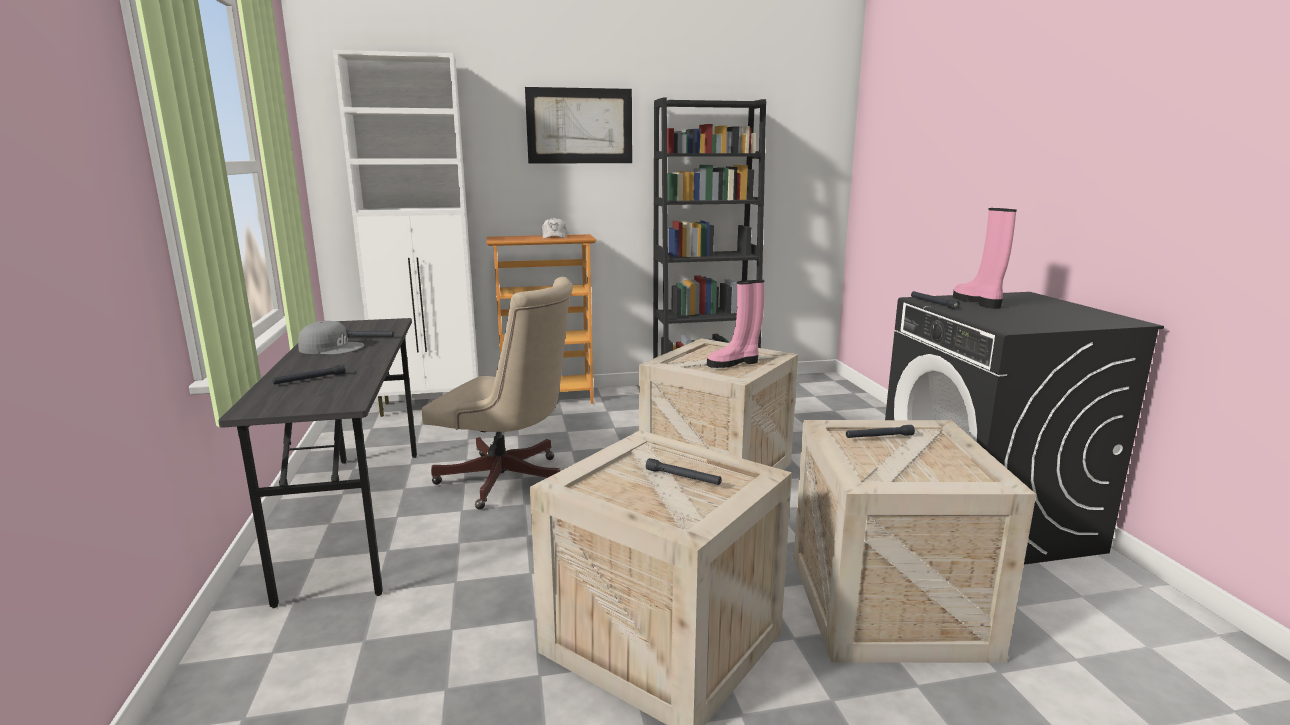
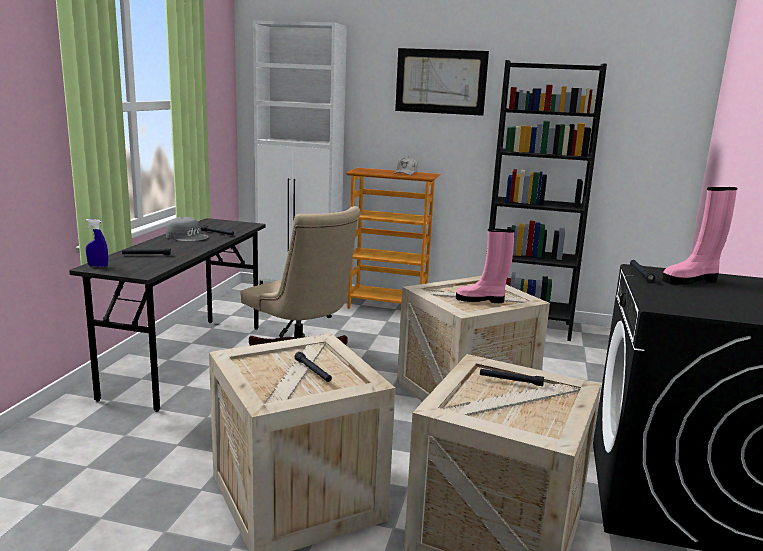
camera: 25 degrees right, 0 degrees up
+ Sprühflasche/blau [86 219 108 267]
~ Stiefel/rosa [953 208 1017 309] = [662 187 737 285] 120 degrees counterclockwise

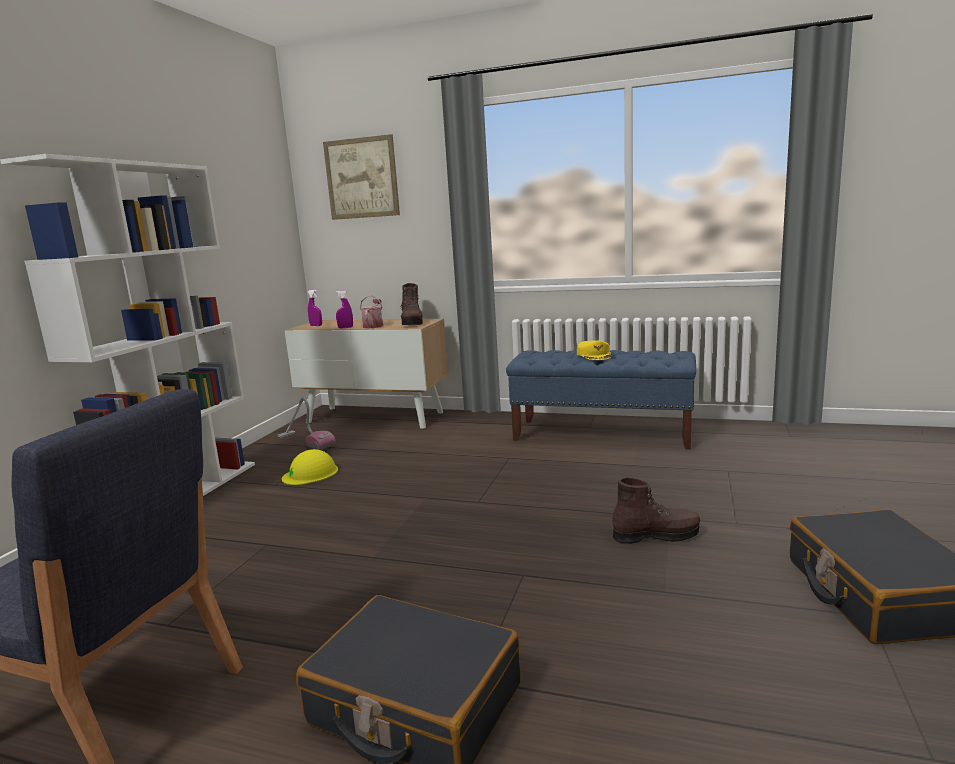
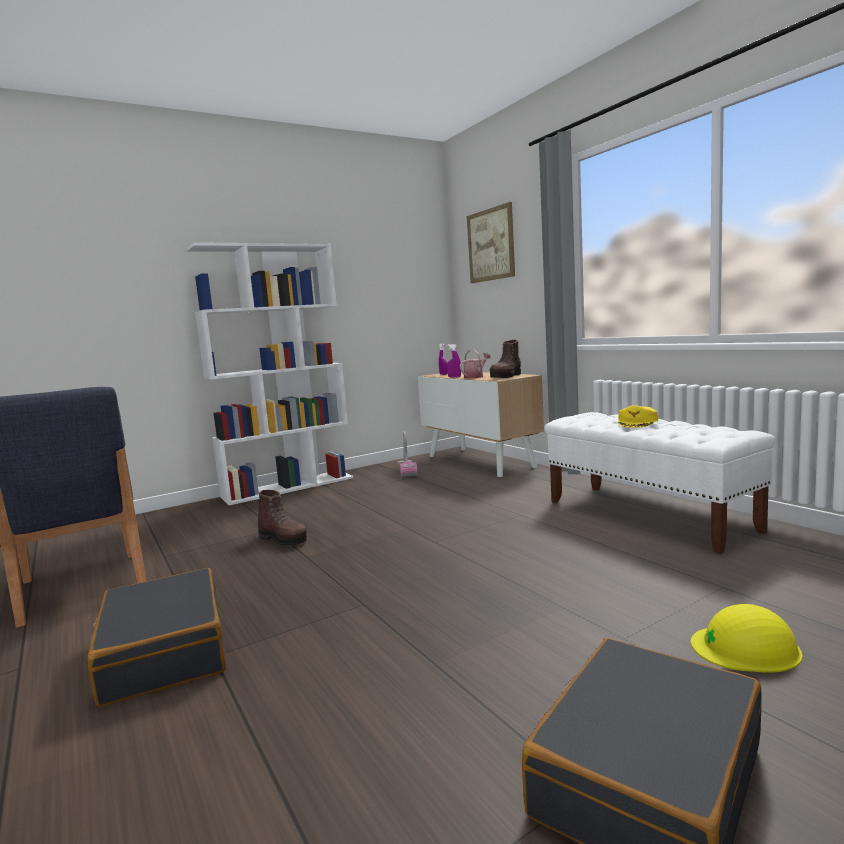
camera: 40 degrees right, 5 degrees down
~ Schutzhelm/gelb [282 449 338 485] to [691 604 803 673]
~ Stiefel/braun [612 478 700 544] to [258 490 307 545]
~ Bank/blau [506 350 696 450] to Bank/weiß [545 412 776 554]

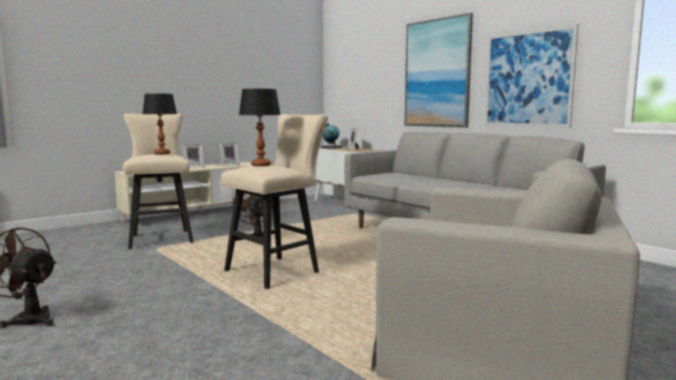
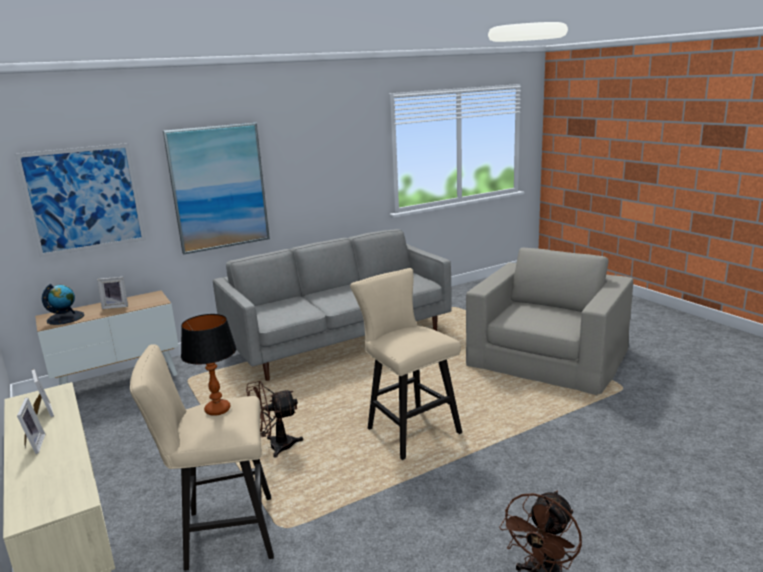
camera: 80 degrees left, 10 degrees up
- Tischlampe [239 89 281 166]
~ Bild [484 24 579 128] to [15 143 146 257]

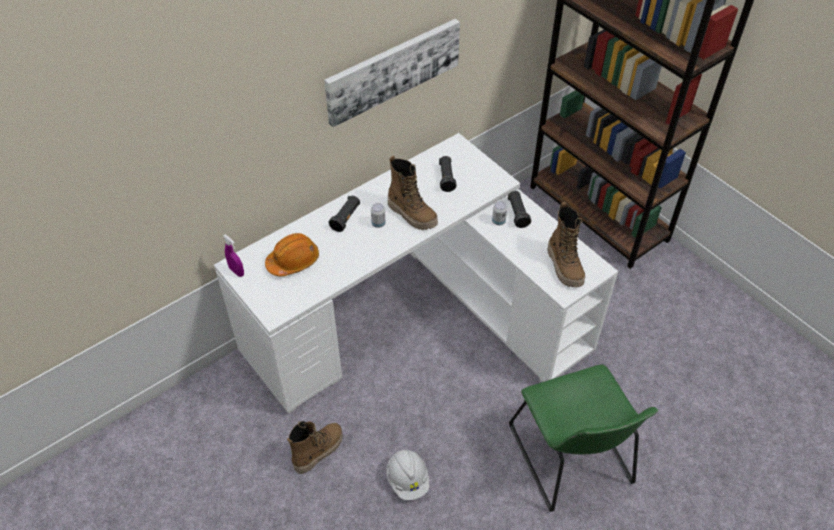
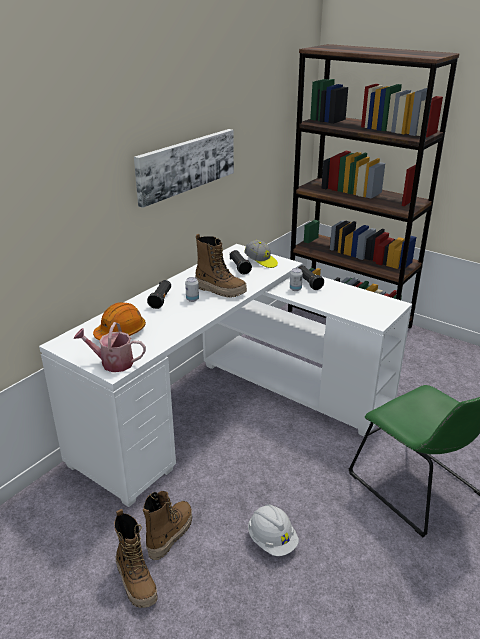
camera: 15 degrees left, 20 degrees down
- Sprühflasche/lila [223 235 244 277]
+ Gießkanne [73 322 146 372]
+ Kappe [244 240 278 268]
~ Stiefel [547 202 585 288] to [114 509 158 608]

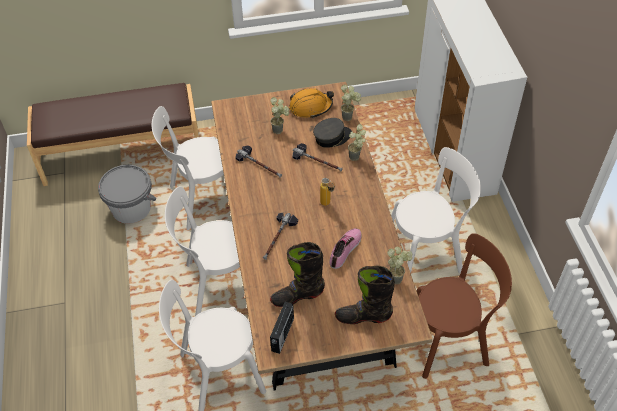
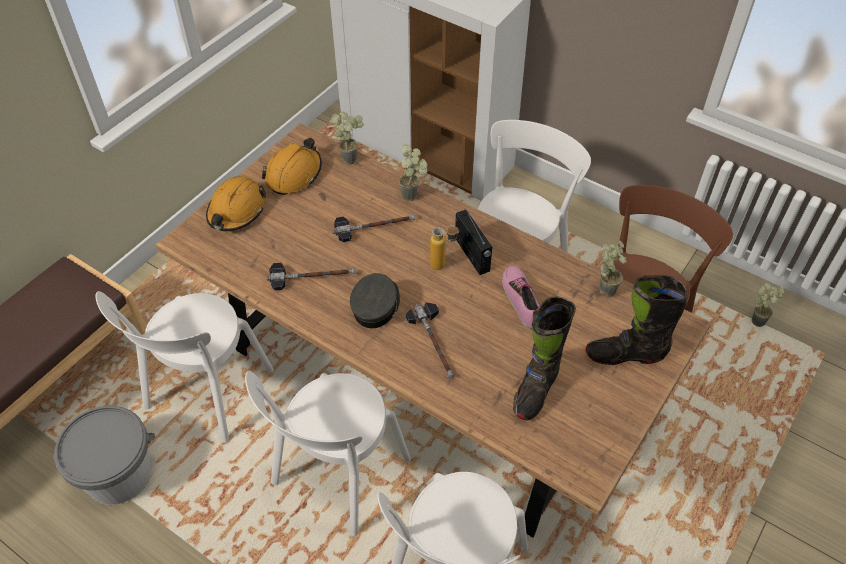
camera: 45 degrees left, 0 degrees up
+ Schutzhelm/orange [206 176 266 231]
~ Topfpflanze [270 97 289 134] to [752 283 784 327]
~ Radio [270 302 294 354] to [455 208 492 275]
~ Kappe/grau [313 118 352 148] to [350 273 400 328]
~ Stiefel/schwarz [335 266 395 324] = [586 275 687 365] 45 degrees clockwise

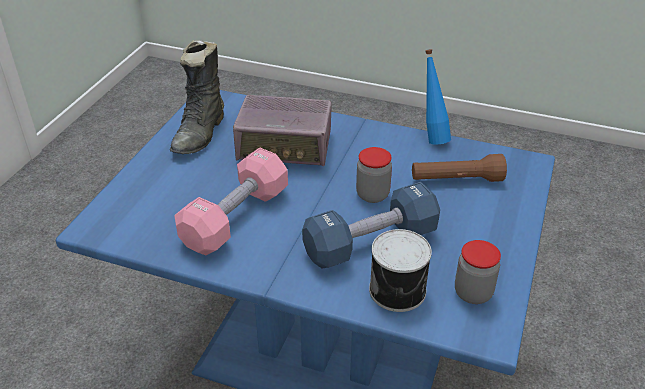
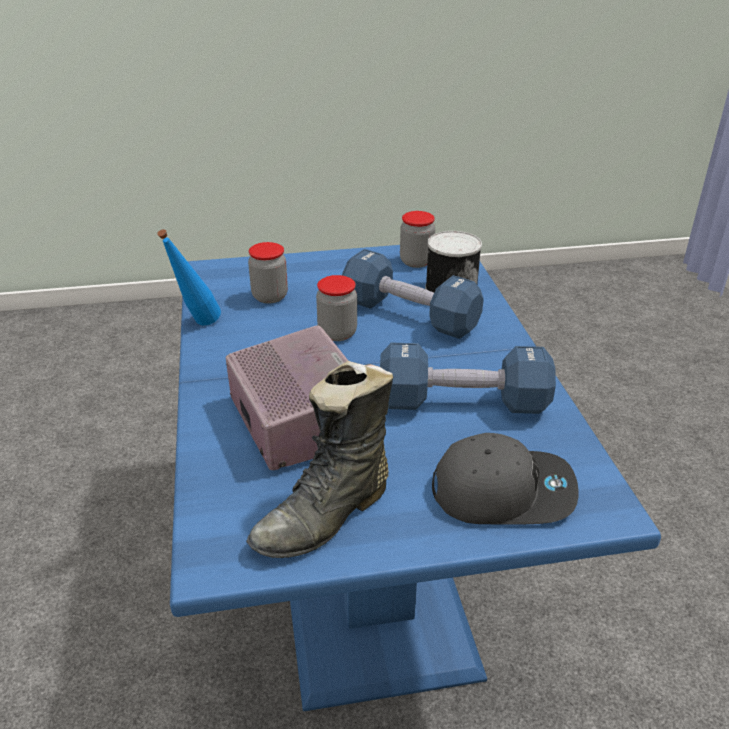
camera: 120 degrees left, 5 degrees down
+ Kappe/grau [432 433 579 525]
~ Taschenlampe/braun [412 154 507 182] to Vorratsglas [248 242 288 304]
~ Hantel/rosa [174 148 288 255] to Hantel/blau [380 343 556 414]
~ Stiefel/schwarz [170 40 224 154] = [246 361 393 558] 150 degrees clockwise

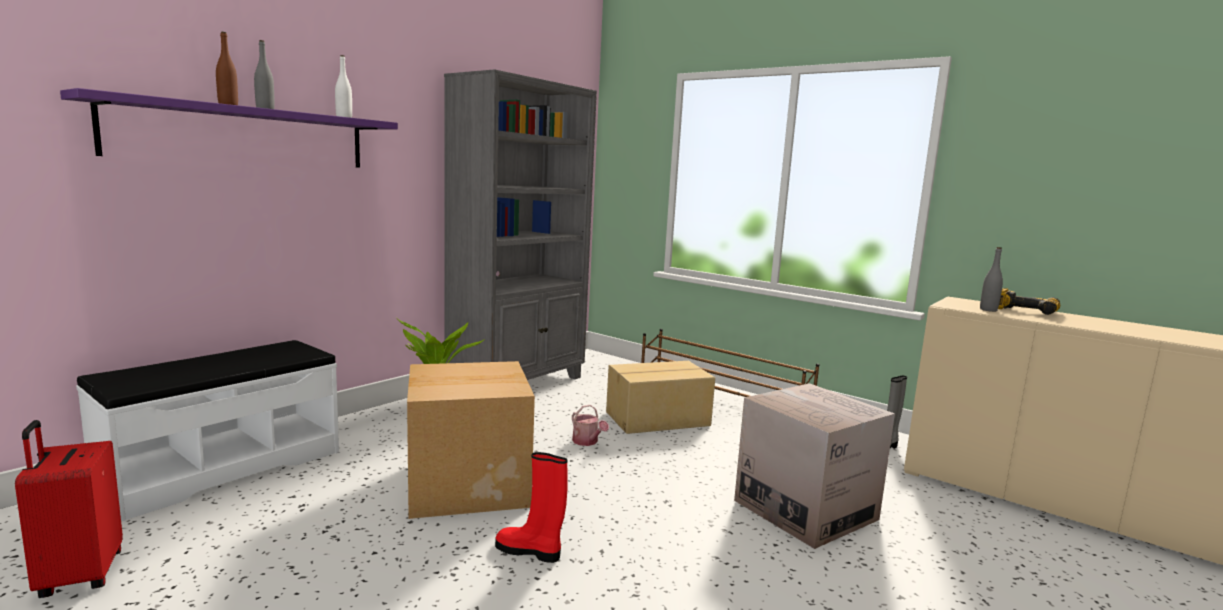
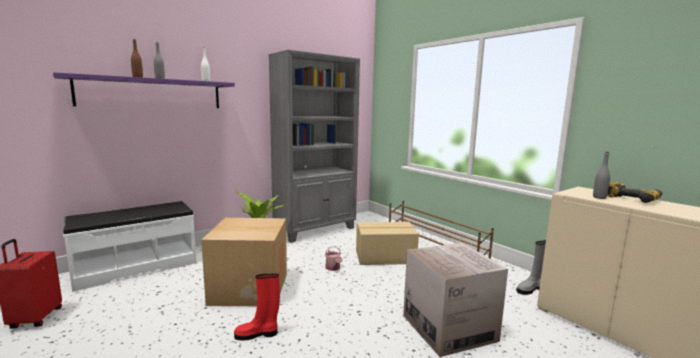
camera: 15 degrees right, 0 degrees up
~ Stiefel/rot [495 452 568 563] = [234 274 280 341] 45 degrees counterclockwise

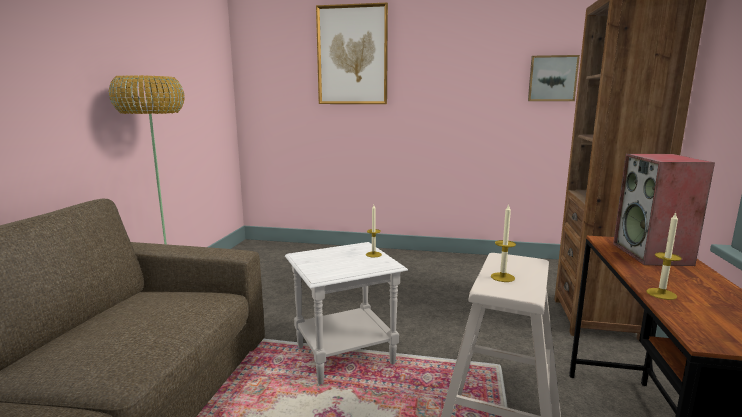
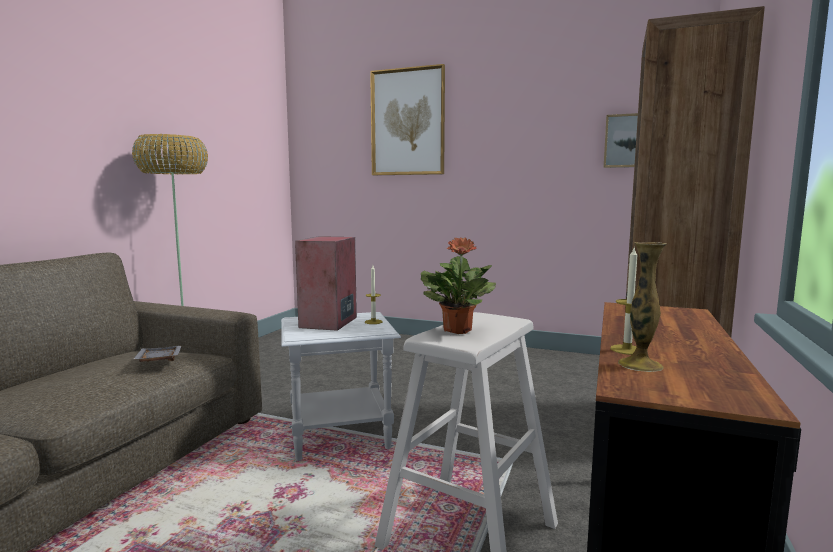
camera: 10 degrees right, 5 degrees down
+ Tablett/grau [133 346 181 362]
+ Vase [618 242 667 372]
~ Lautsprecher [613 154 715 266] to [295 236 357 331]
~ Kerze [491 204 516 282] to Topfpflanze [421 237 496 334]

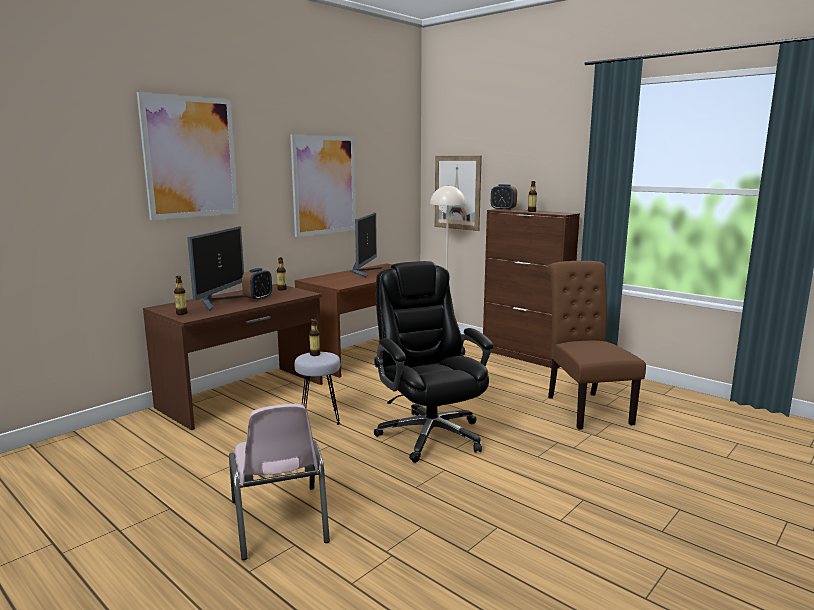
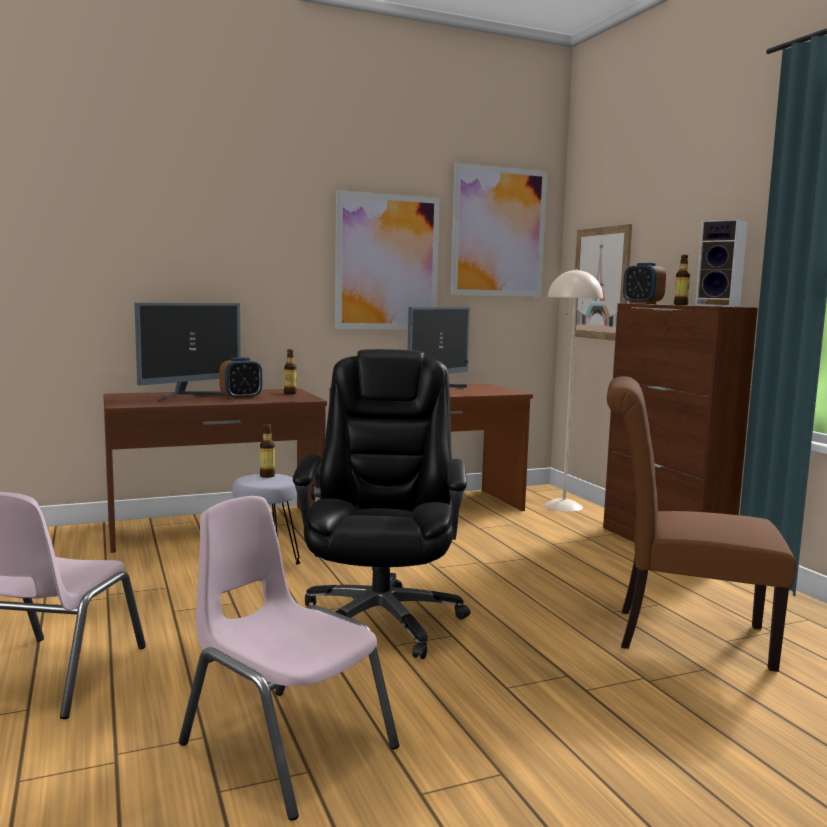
camera: 25 degrees right, 5 degrees down
- Flasche [174 276 187 315]
+ Stuhl/rosa [179 496 399 821]
+ Lautsprecher [695 219 748 307]
~ Bild [137 92 238 220] to [450 163 547 297]
~ Stuhl/braun [547 261 646 430] = [607 376 796 672] 90 degrees counterclockwise

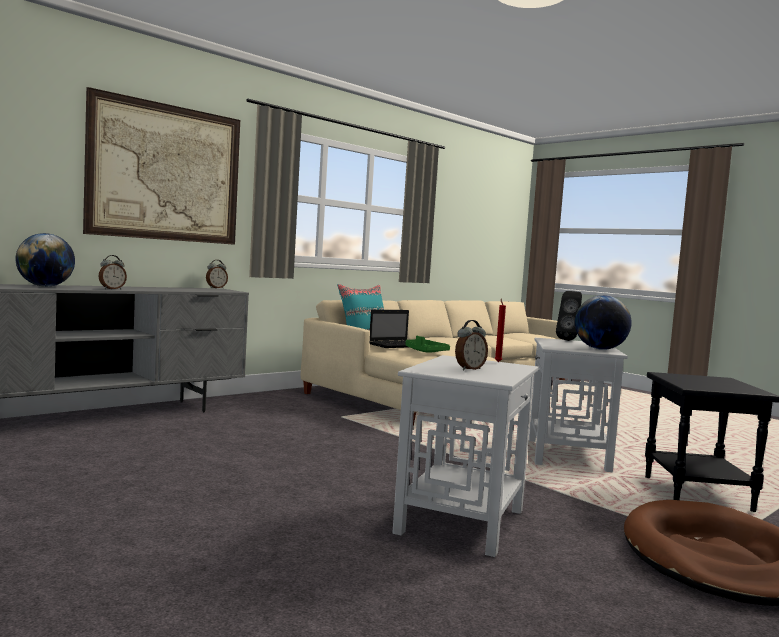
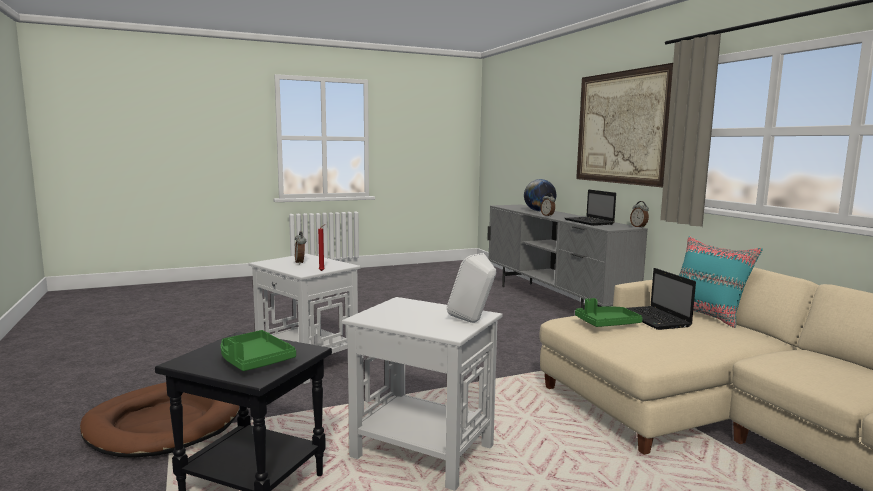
camera: 110 degrees right, 5 degrees up
- Globus [575 295 632 350]
+ Tablett/grün [221 330 296 371]
+ Laptop [565 189 616 226]
~ Lautsprecher/schwarz [556 291 582 341] to Lautsprecher/weiß [447 253 496 323]

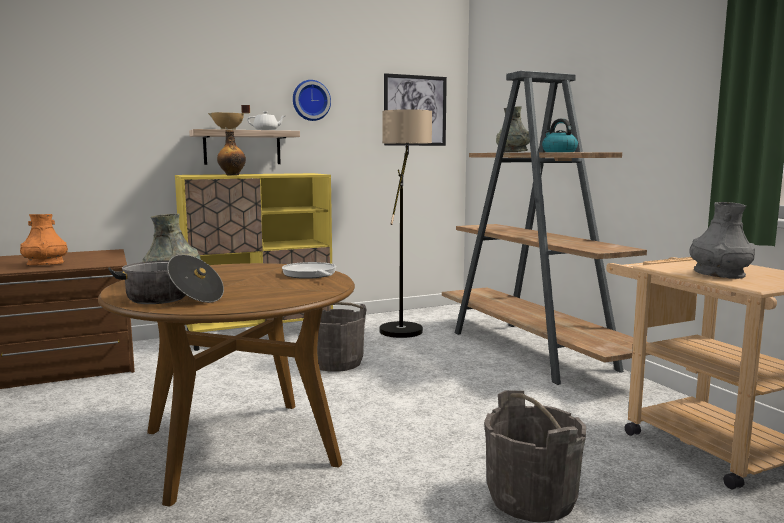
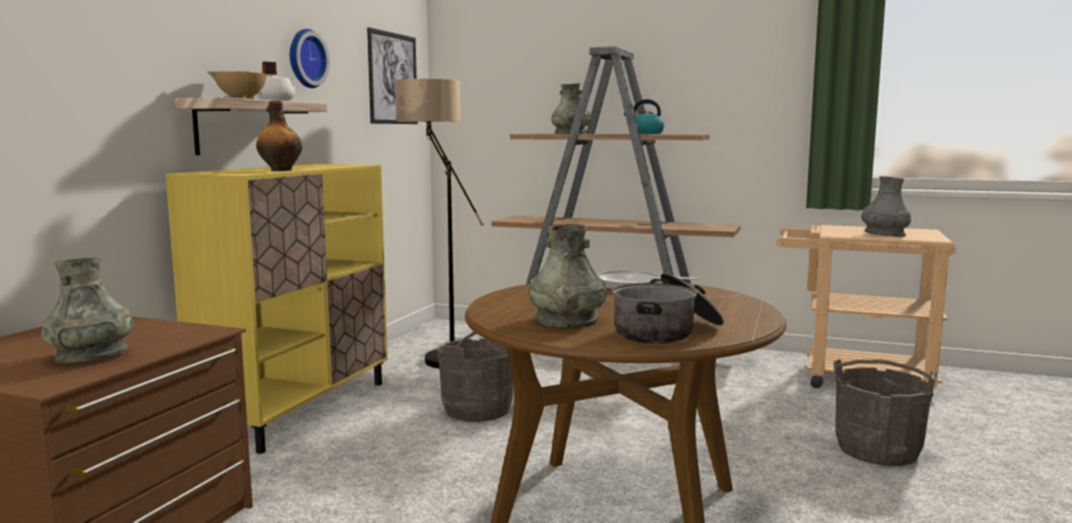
camera: 45 degrees left, 0 degrees up
~ Vase/orange [20 214 68 265] to Vase/grau [41 257 133 363]

